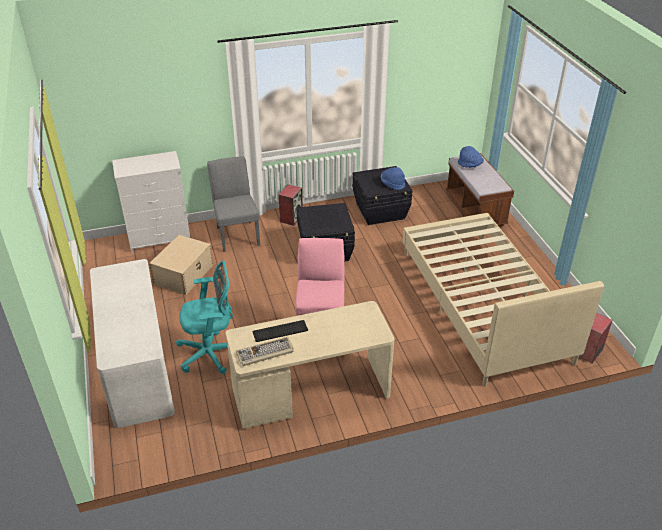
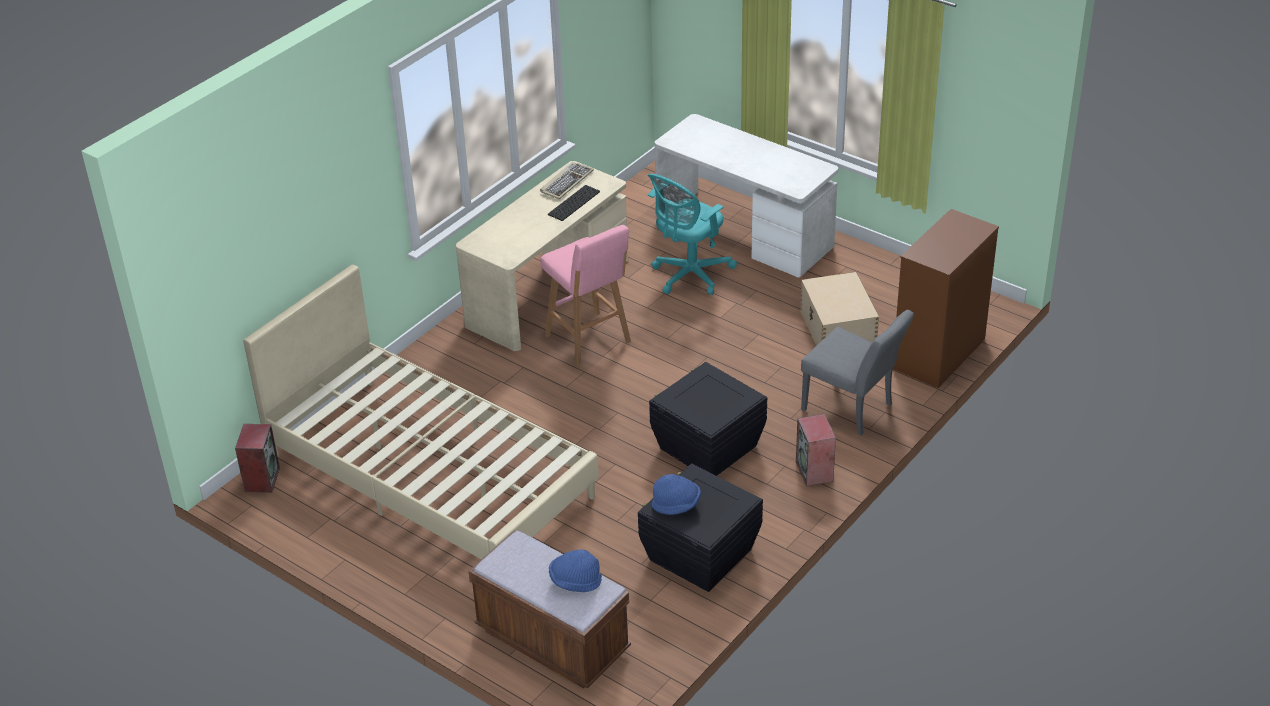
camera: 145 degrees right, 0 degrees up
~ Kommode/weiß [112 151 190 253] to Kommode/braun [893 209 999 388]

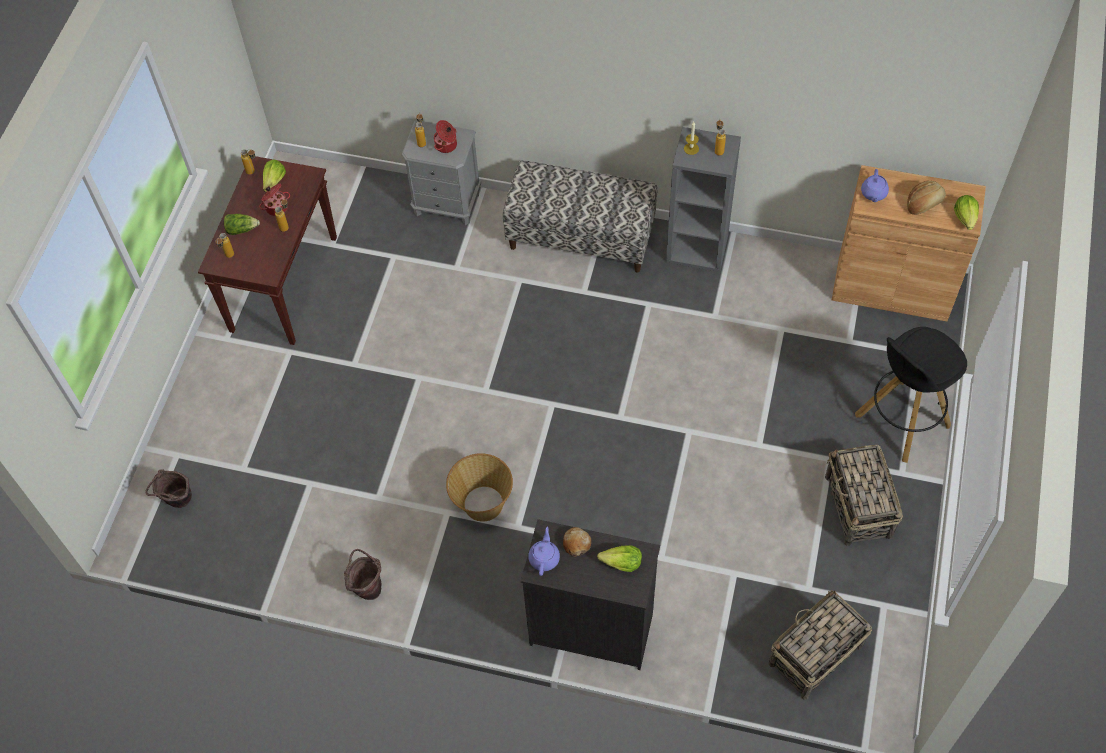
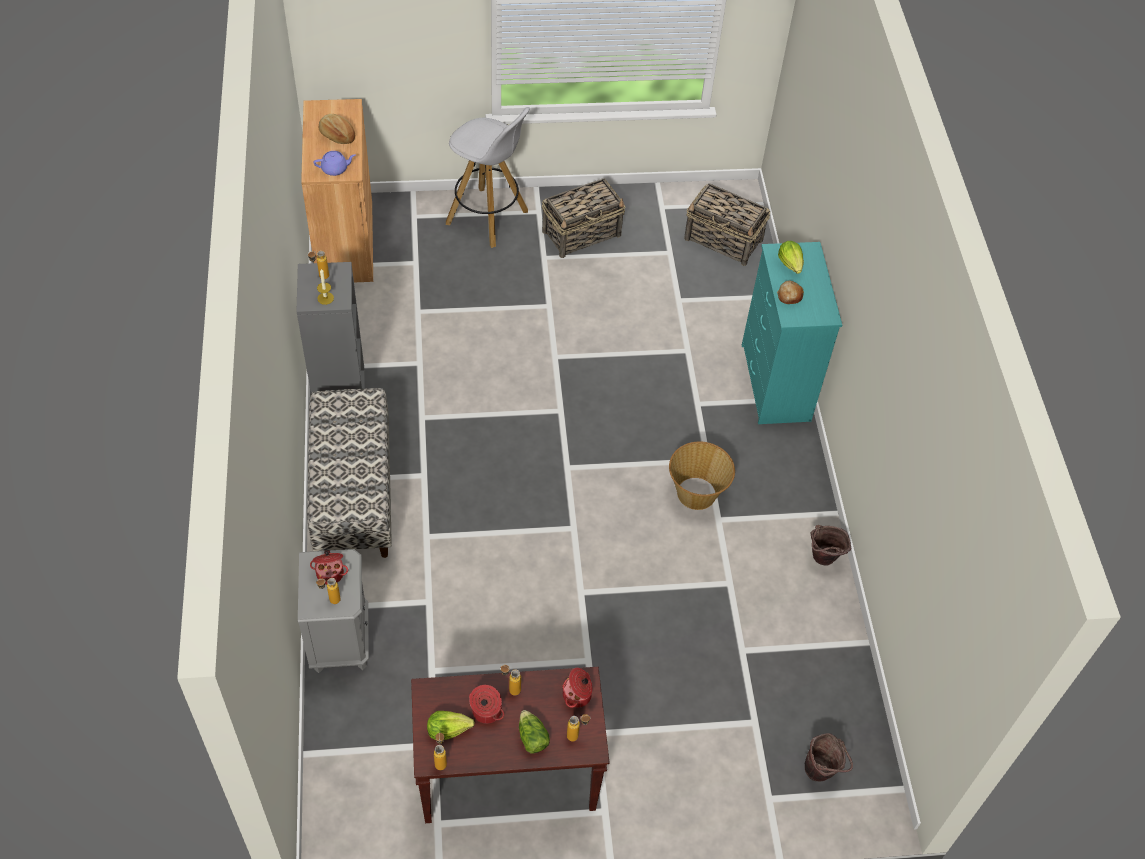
camera: 115 degrees left, 5 degrees down
- Teekanne/lila [528 527 560 576]
- Salatkopf [954 195 979 230]
+ Kochtopf [562 668 592 708]
~ Kommode/schwarz [521 519 660 670] to Kommode/türkis [742 242 842 424]
~ Hocker/schwarz [855 327 967 463] to Hocker/weiß [446 107 530 248]

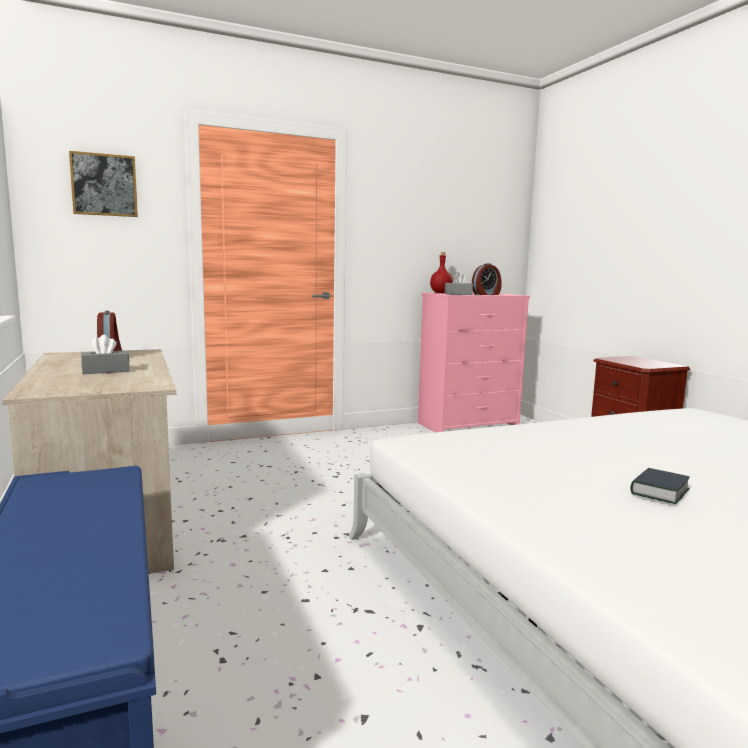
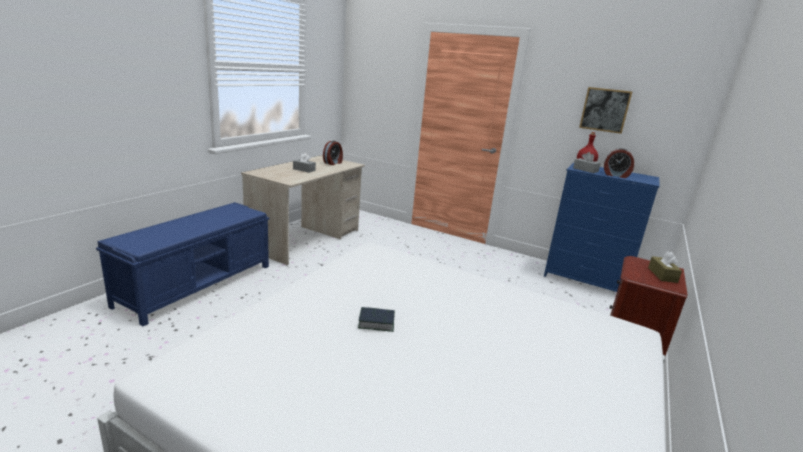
camera: 50 degrees right, 10 degrees up
+ Taschentuchbox/braun [648 251 682 283]
~ Bild [69 151 138 217] to [579 87 632 134]
~ Kommode/rosa [418 293 530 432] to Kommode/blau [544 163 660 292]

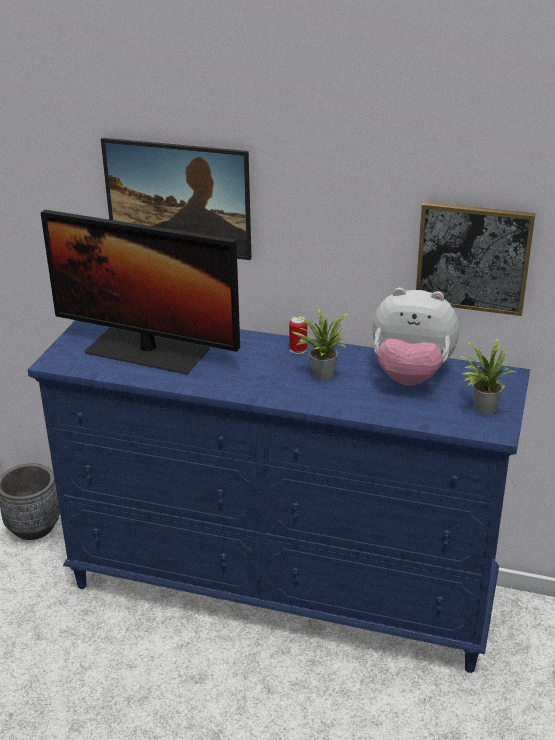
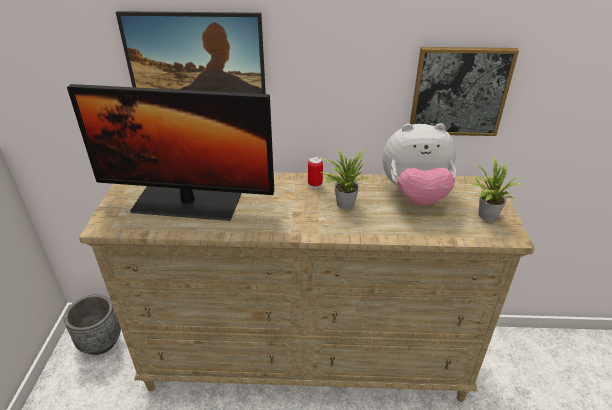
camera: 15 degrees left, 5 degrees up
~ Kommode/blau [28 320 530 673] to Kommode/beige [79 172 535 402]

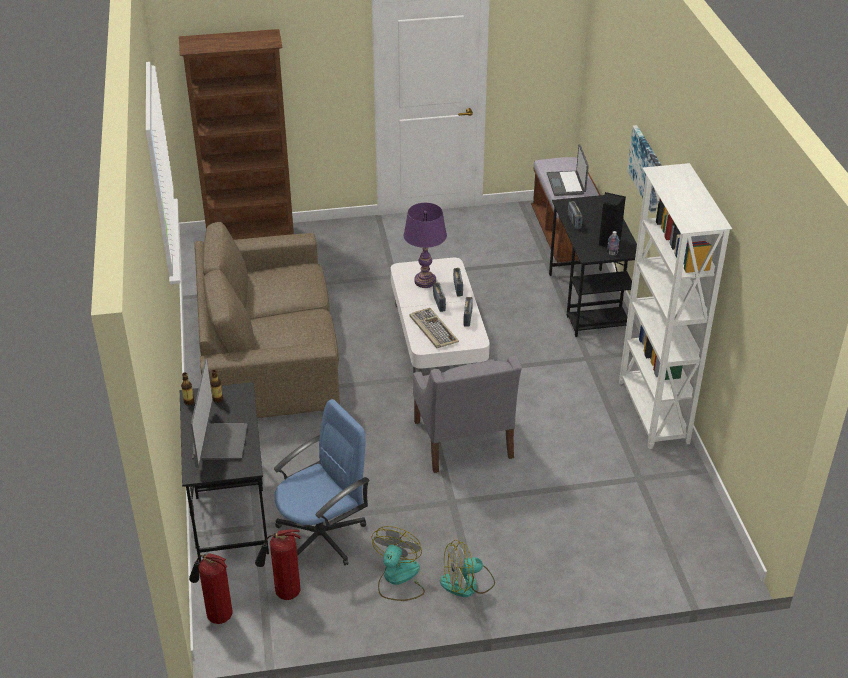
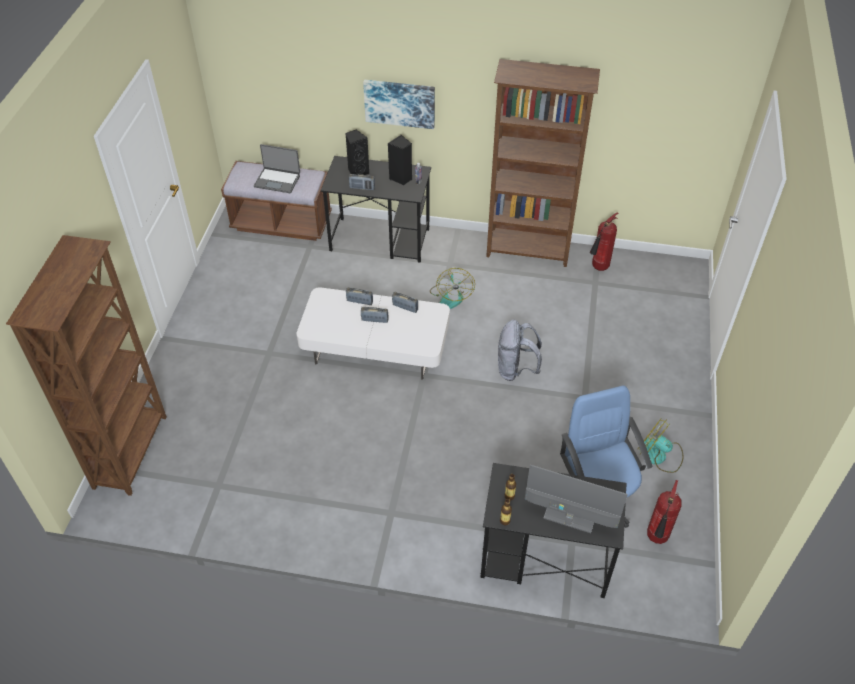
camera: 70 degrees left, 10 degrees up
- Sofa/braun [194 222 340 418]
- Tischlampe/lila [404 203 447 288]
- Tastatur [410 308 459 348]
+ Lautsprecher/schwarz [345 129 370 175]
~ Feuerlöscher [189 553 233 624] to [590 212 618 271]
~ Ventilator [440 540 495 597] to [430 268 475 309]
~ Sessel/grau [413 356 522 473] to Rucksack/grau [498 320 542 381]
~ Bücherregal/weiß [619 163 732 449] to Bücherregal/braun [486 59 600 267]

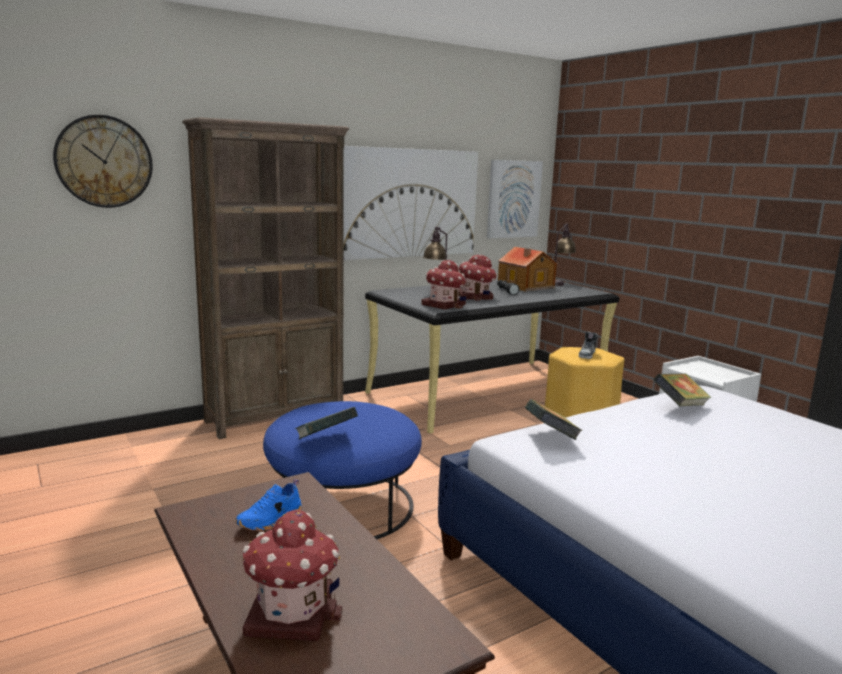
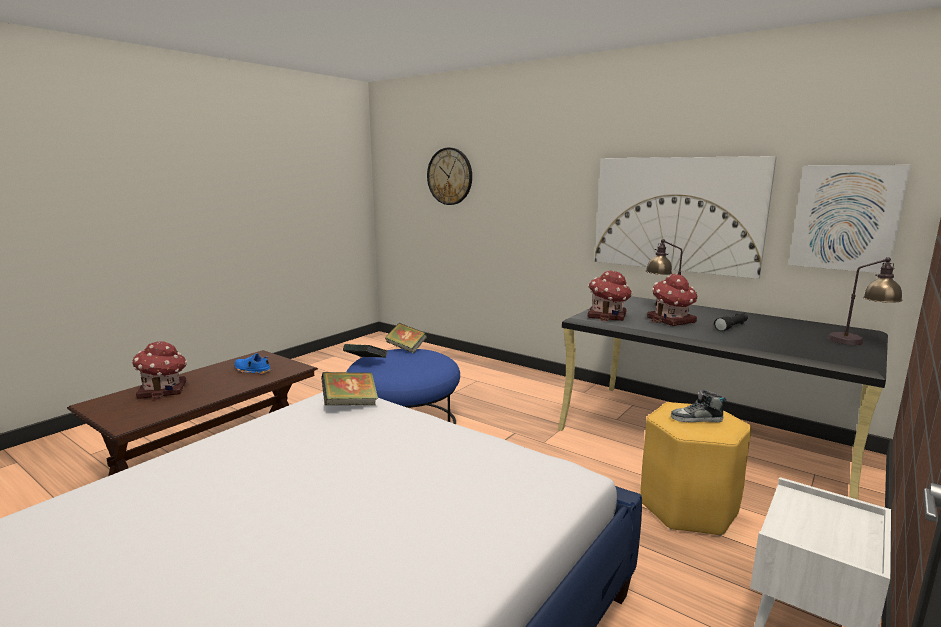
camera: 70 degrees right, 0 degrees up
- Bücherregal/braun [182 117 349 439]
- Spielzeughaus [498 247 557 291]
~ Buch [654 373 712 406] to [385 323 427 353]

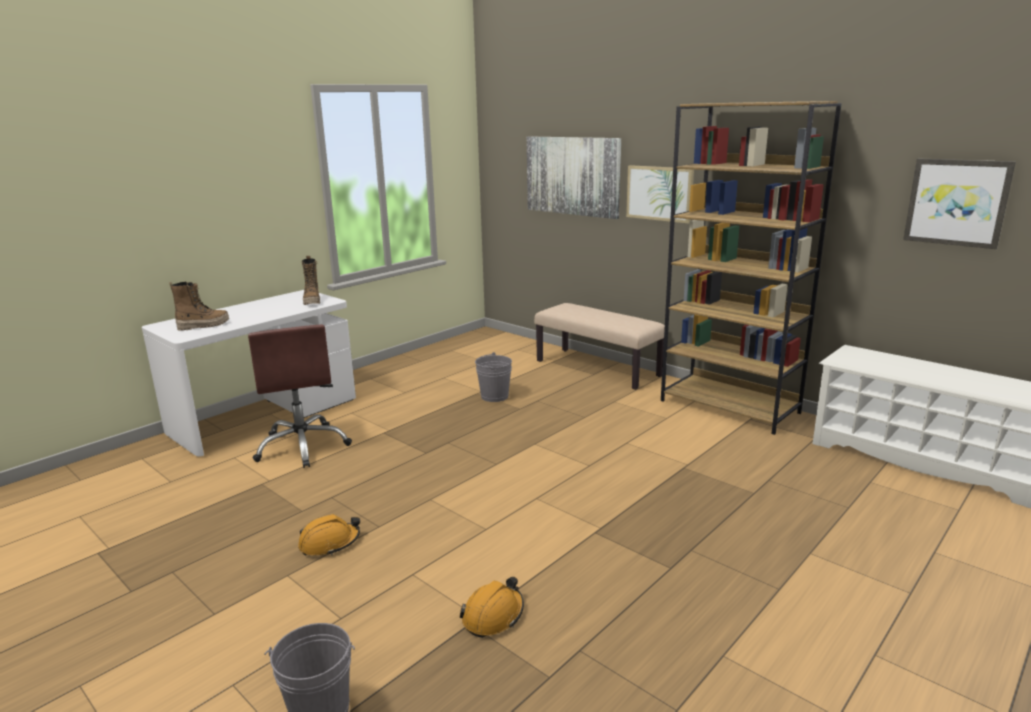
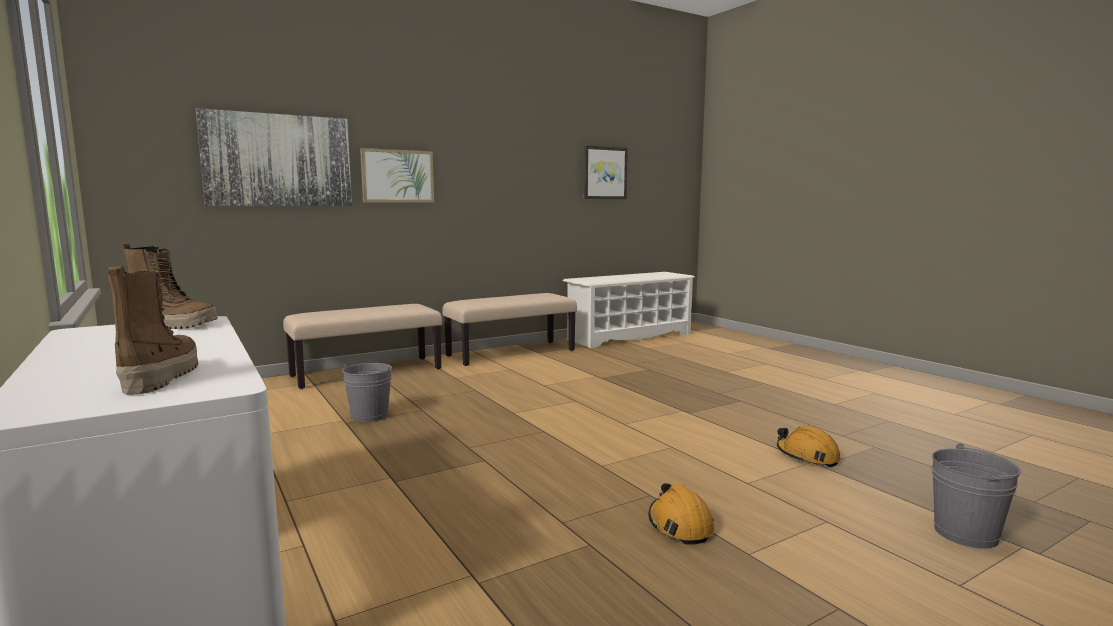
camera: 75 degrees left, 10 degrees down
- Bürostuhl/braun [248 325 352 468]
~ Bücherregal/braun [661 101 842 435] to Bank/beige [442 293 577 366]

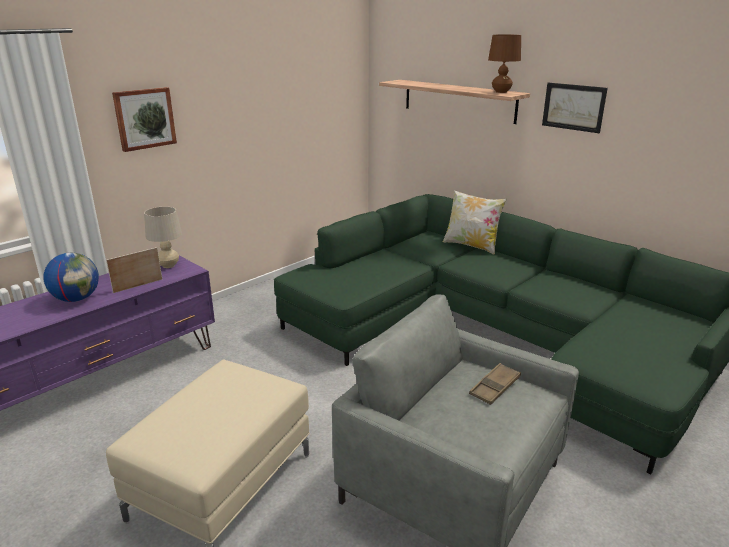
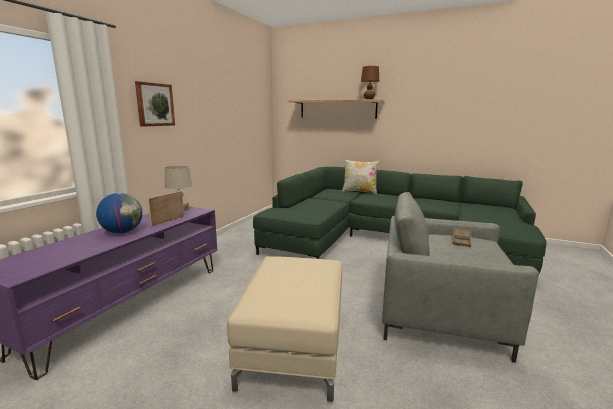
camera: 20 degrees left, 10 degrees down
- Bild [542 83 608 133]

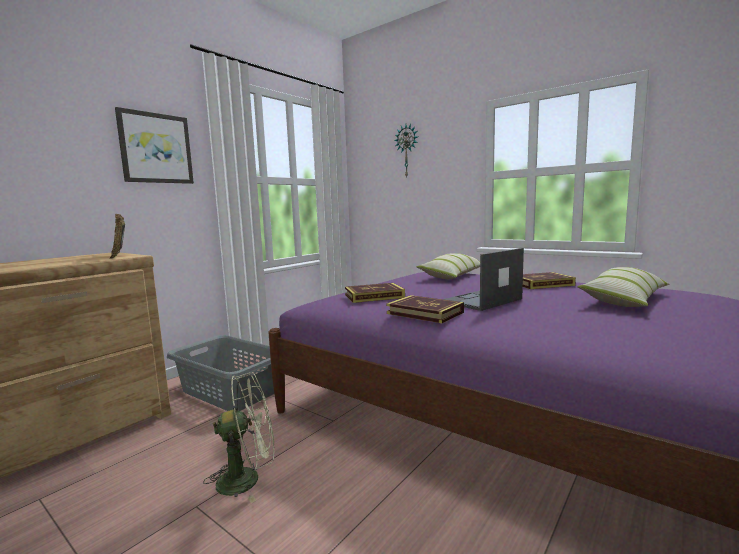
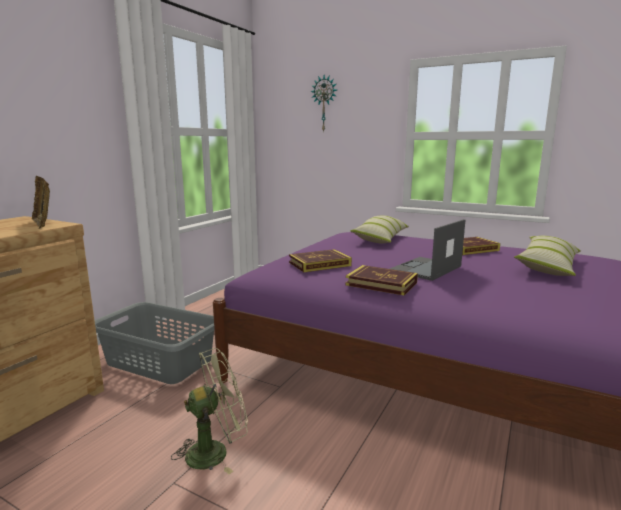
camera: 10 degrees left, 5 degrees up
- Bild [115 107 194 184]

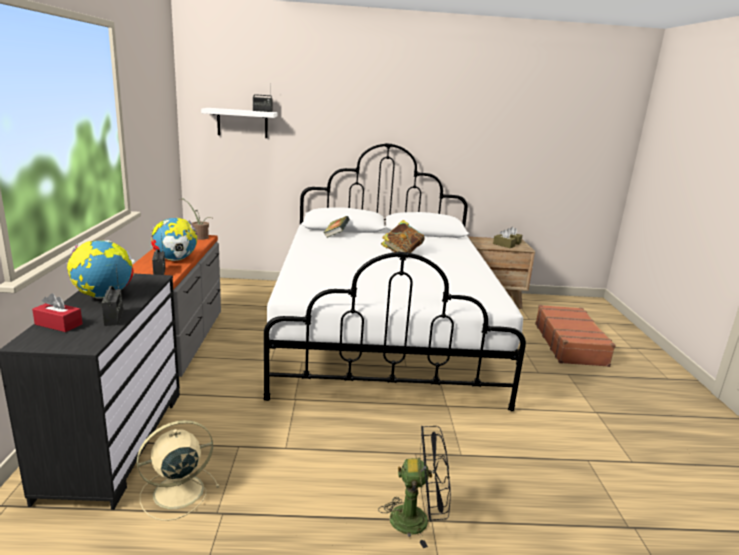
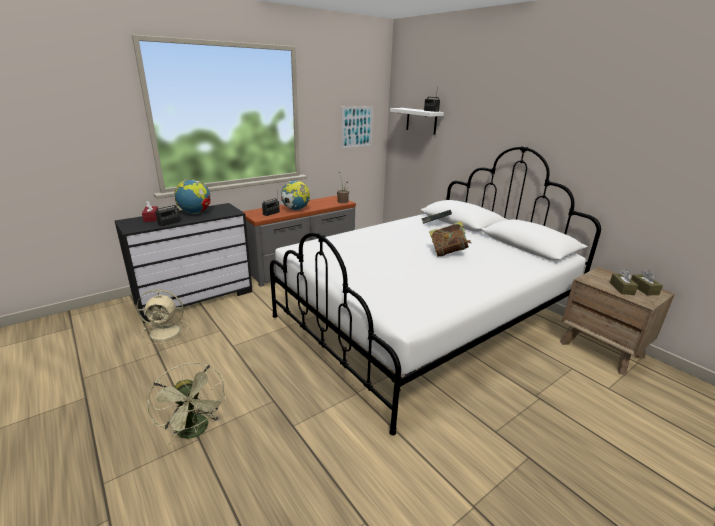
camera: 55 degrees right, 5 degrees up
- Koffer/braun [535 305 616 367]
+ Bild [341 106 373 148]
~ Ventilator/schwarz [378 426 451 548] to Ventilator/grün [147 362 226 447]
~ Ventilator/beige [137 420 220 521] = [136 289 189 344] 150 degrees clockwise

